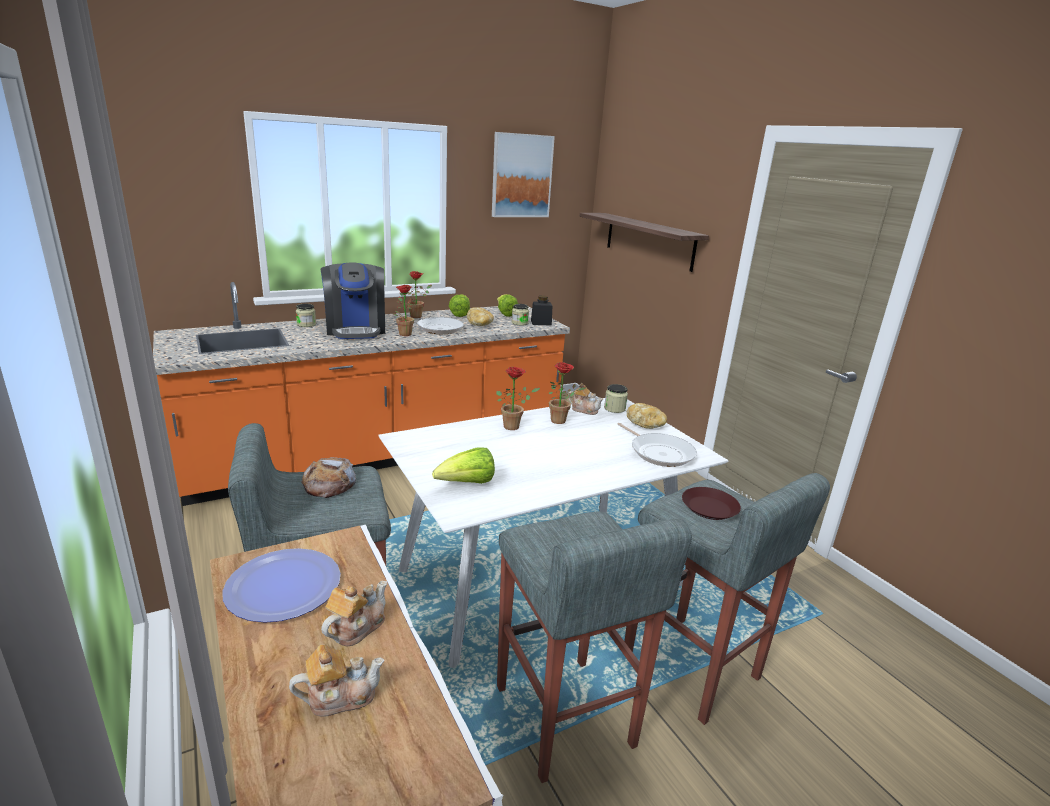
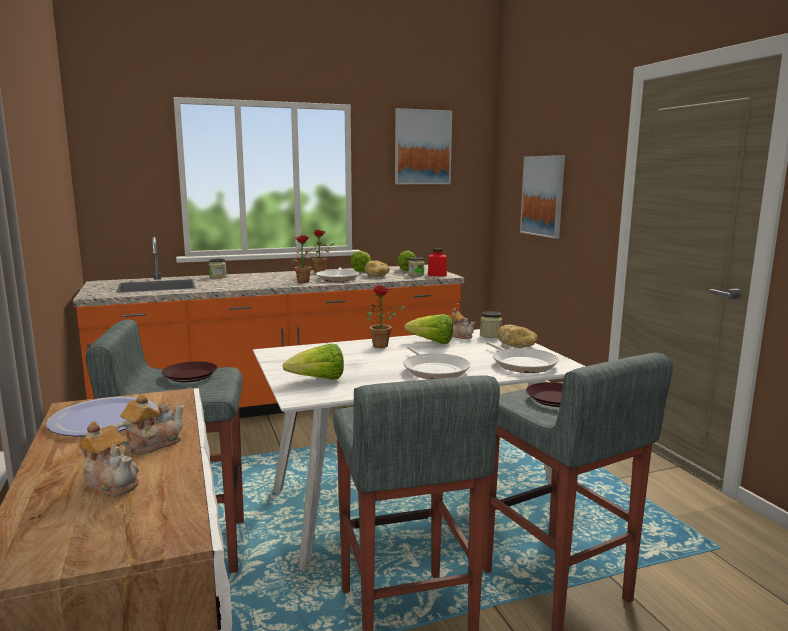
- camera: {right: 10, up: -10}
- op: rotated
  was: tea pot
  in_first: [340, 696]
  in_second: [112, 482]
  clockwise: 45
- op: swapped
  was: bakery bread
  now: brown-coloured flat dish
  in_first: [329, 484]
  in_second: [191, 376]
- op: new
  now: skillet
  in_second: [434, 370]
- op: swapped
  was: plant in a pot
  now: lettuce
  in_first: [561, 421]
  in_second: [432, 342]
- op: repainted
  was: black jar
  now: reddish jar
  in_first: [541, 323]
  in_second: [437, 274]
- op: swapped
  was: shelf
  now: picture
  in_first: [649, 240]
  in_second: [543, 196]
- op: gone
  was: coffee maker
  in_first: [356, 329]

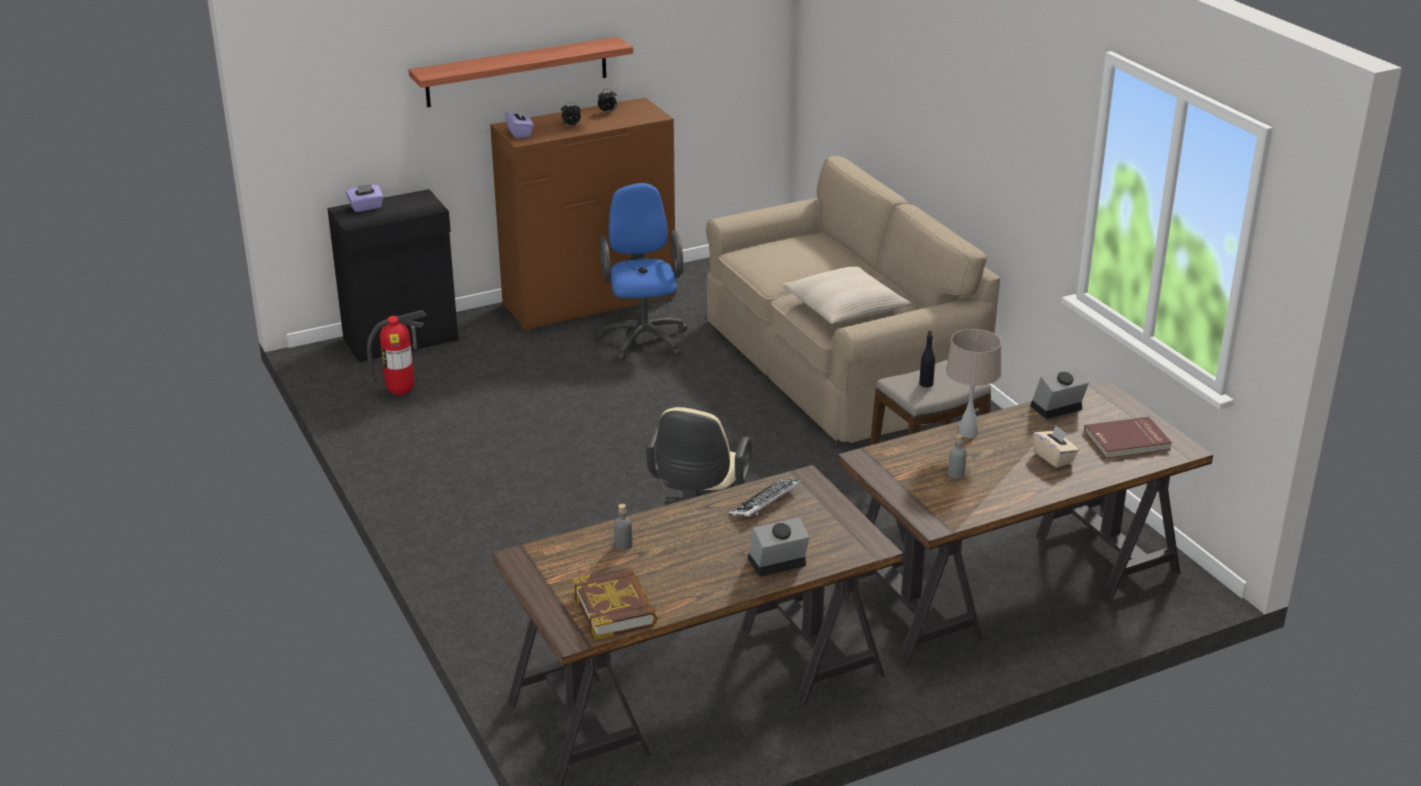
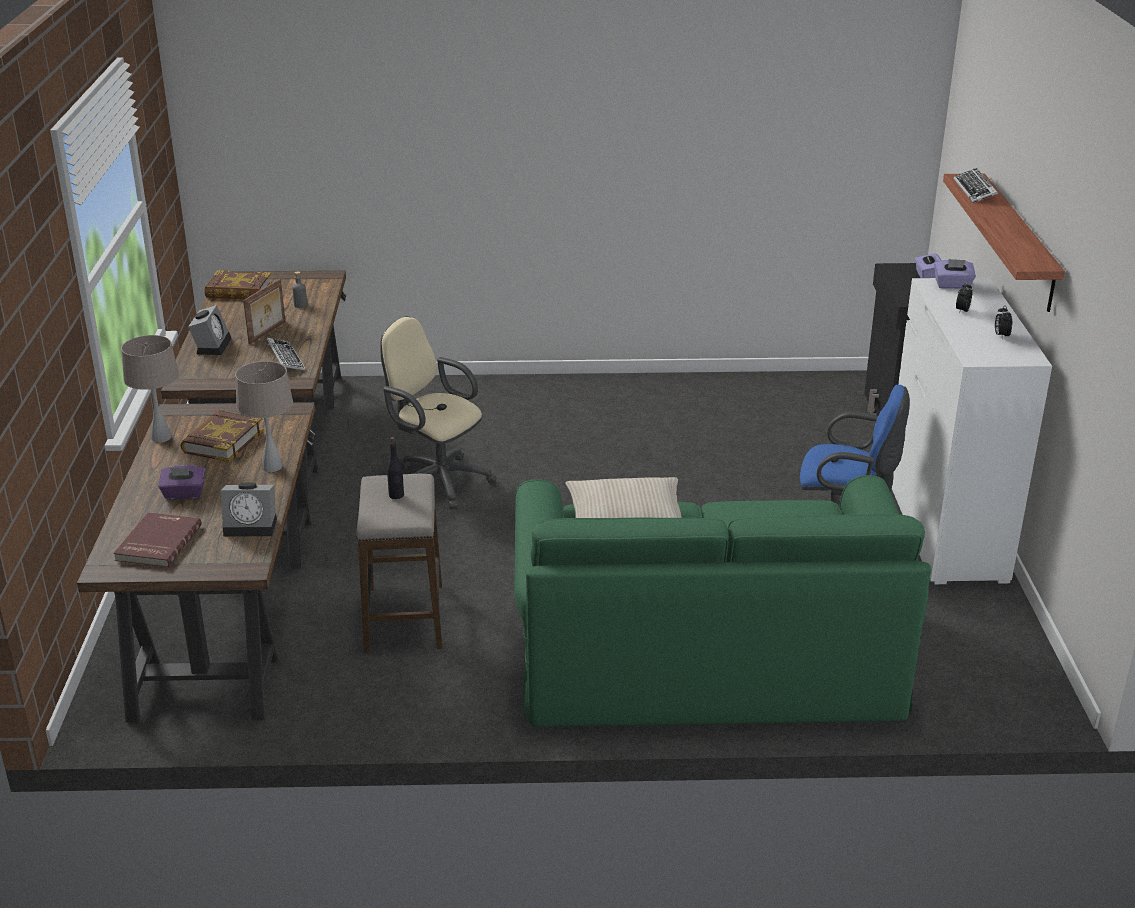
- camera: {right: 115, up: 0}
- op: new
  now: beige-coloured tabletop lamp
  in_second: [161, 437]
- op: repainted
  was: beige-coloured box of tissues
  now: purple-coloured box of tissues
  in_first: [1054, 458]
  in_second: [184, 494]
- op: swapped
  was: grey drink bottle
  now: book
  in_first: [956, 474]
  in_second: [222, 441]
- op: rotated
  was: bedside clock
  in_first: [1056, 409]
  in_second: [252, 526]
  clockwise: 90
- op: new
  now: photo frame
  in_second: [268, 333]
- op: repainted
  was: beige-coloured couch
  now: green-coloured couch
  in_first: [841, 361]
  in_second: [705, 654]
- op: repainted
  was: brown-coloured chest of drawers
  now: whitish chest of drawers
  in_first: [589, 301]
  in_second: [944, 528]
- op: new
  now: computer keyboard
  in_second: [975, 190]
- op: gone
  was: extinguisher
  in_first: [401, 392]

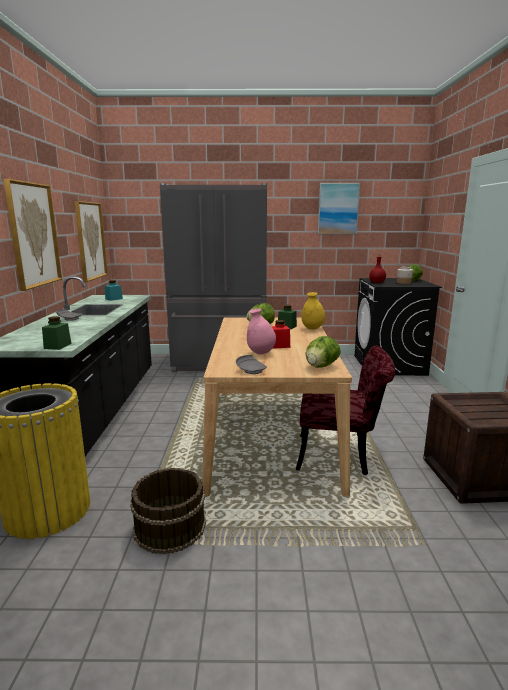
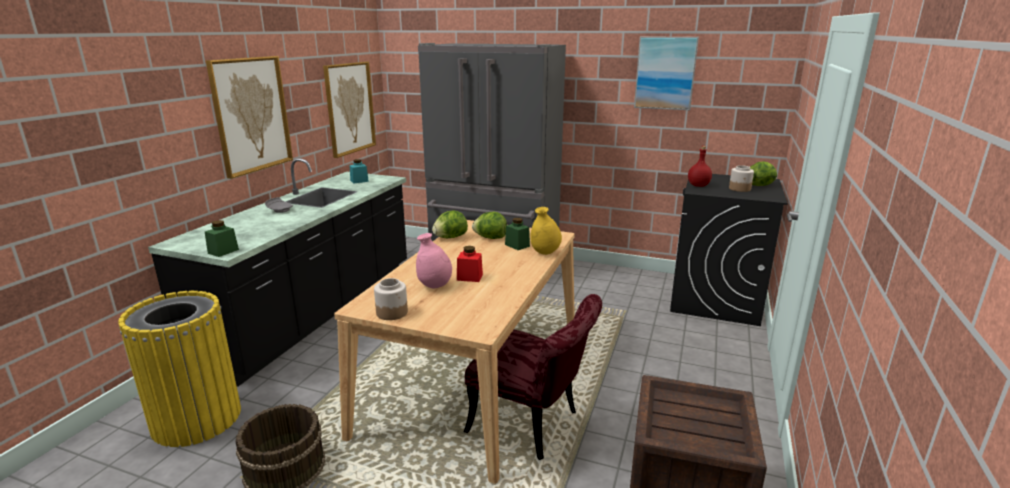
- camera: {right: 20, up: 5}
- op: swapped
  was: grey flat dish
  now: jar
  in_first: [251, 370]
  in_second: [392, 312]
- op: shifted
  was: lettuce
  in_first: [321, 366]
  in_second: [450, 237]

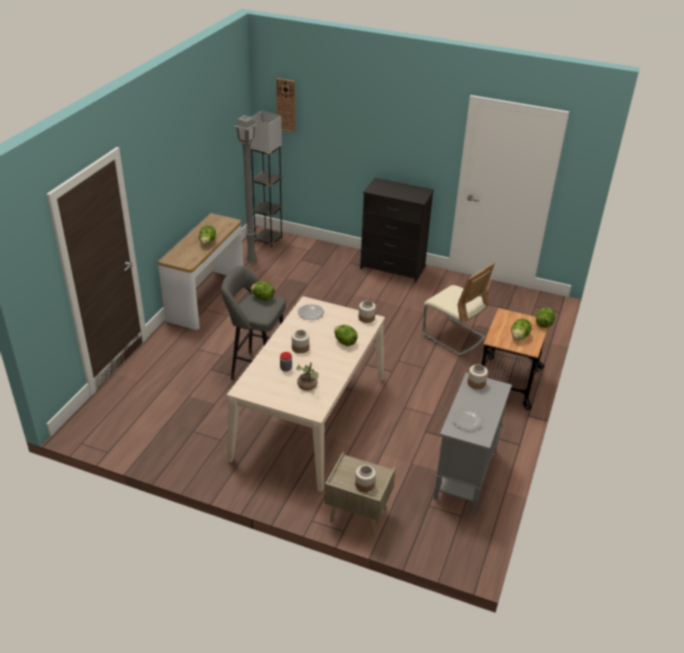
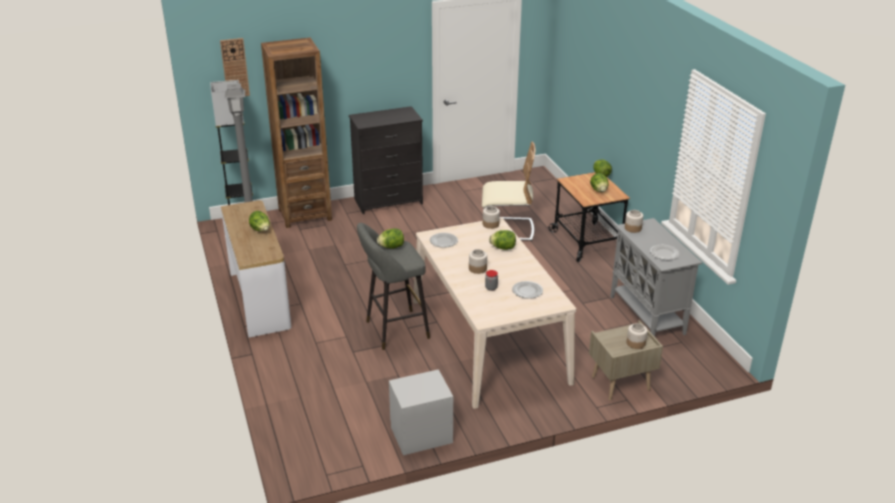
- camera: {right: -40, up: -5}
- op: new
  now: brown-coloured bookshelf
  in_second: [305, 215]
- op: new
  now: grey bedside table
  in_second: [421, 435]
- op: swapped
  was: plant in a pot
  now: flat dish
  in_first: [308, 386]
  in_second: [527, 291]

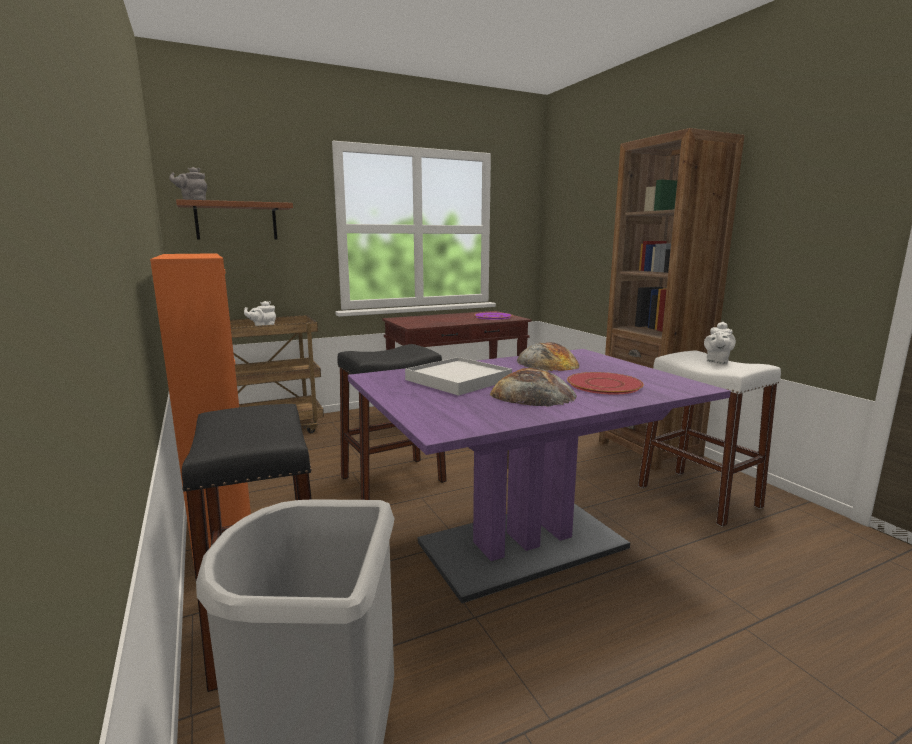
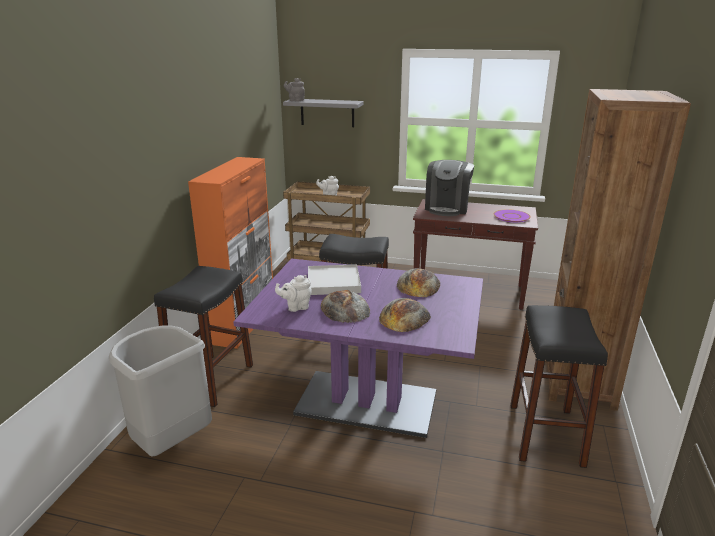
- camera: {right: 40, up: 10}
- op: shifted
  was: whitish tea pot
  in_first: [717, 361]
  in_second: [296, 307]
- op: repainted
  was: brown-coloured shelf
  now: grey shelf
  in_first: [236, 221]
  in_second: [327, 113]
- op: swapped
  was: reddish flat dish
  now: bakery bread
  in_first: [604, 384]
  in_second: [404, 317]
- op: new
  now: coffee maker
  in_second: [447, 208]
- op: repainted
  was: whitish stool
  now: black stool
  in_first: [698, 496]
  in_second: [545, 434]

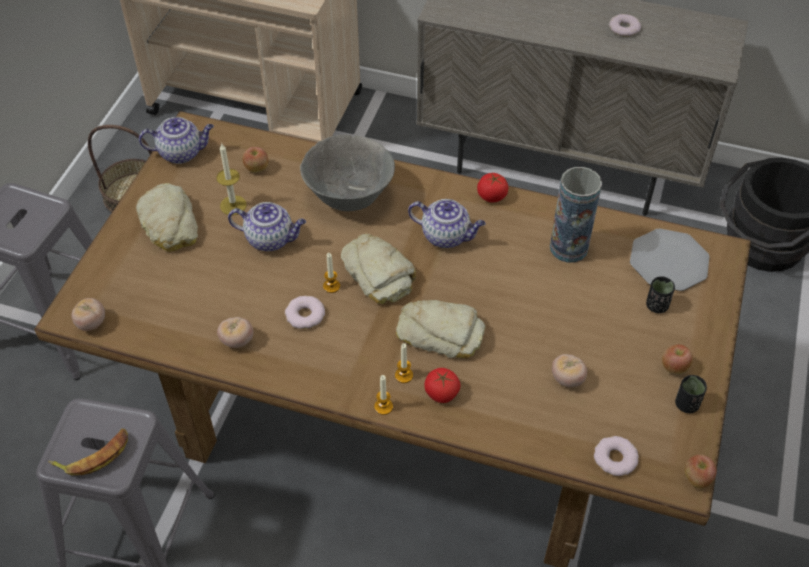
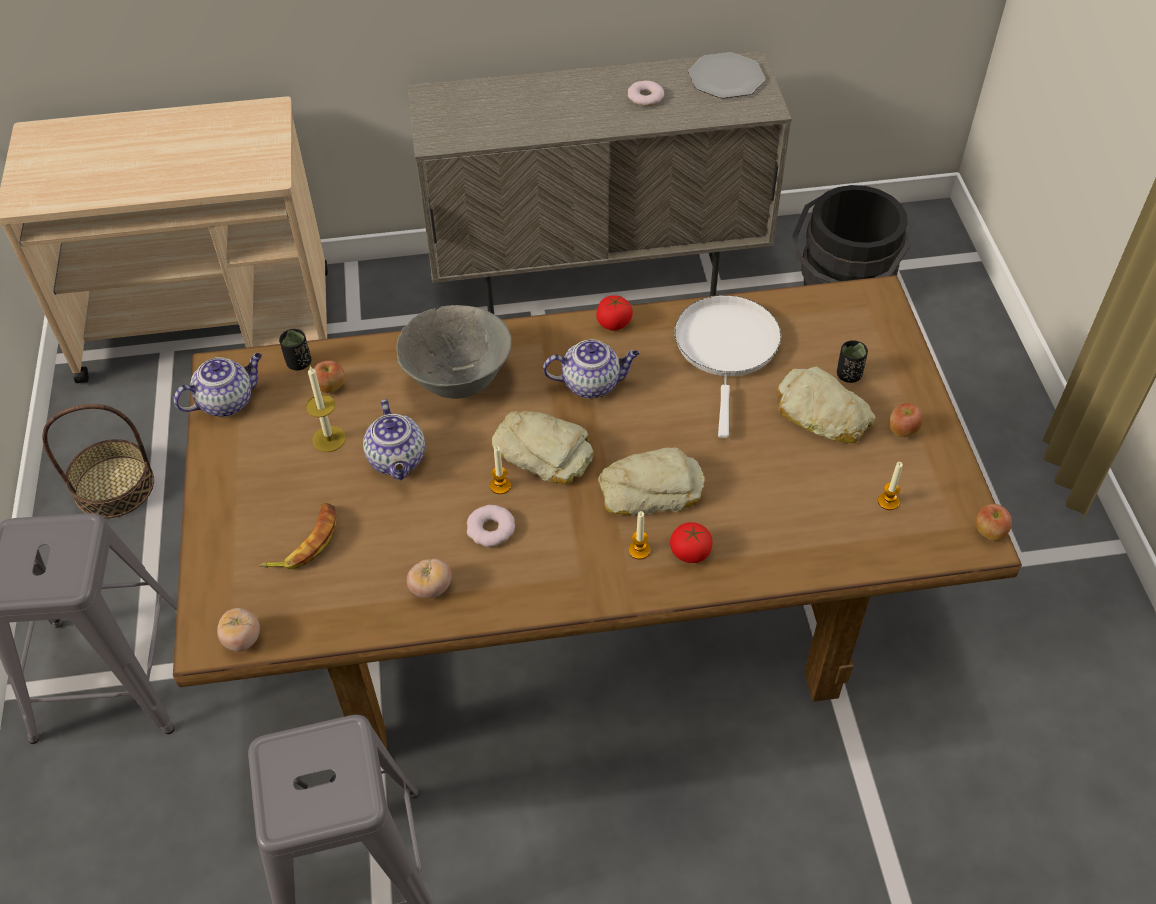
- camera: {right: -25, up: 0}
- op: shifted
  was: banana
  in_first: [94, 455]
  in_second: [305, 542]
- op: shifted
  was: black drinking cup
  in_first: [686, 404]
  in_second: [299, 363]
- op: rotated
  was: tea pot
  in_first: [271, 239]
  in_second: [398, 460]
  clockwise: 90
- op: swapped
  was: flower vase
  now: whitish skillet
  in_first: [568, 248]
  in_second: [726, 348]
- op: shifted
  was: flat dish
  in_first: [668, 261]
  in_second: [726, 78]
- op: shifted
  was: bakery bread
  in_first: [169, 224]
  in_second: [822, 414]
- op: shifted
  was: wax light
  in_first: [383, 407]
  in_second: [888, 501]
- op: gone
  was: fresh tomato
  in_first: [567, 379]
- op: gone
  was: donut
  in_first: [615, 458]

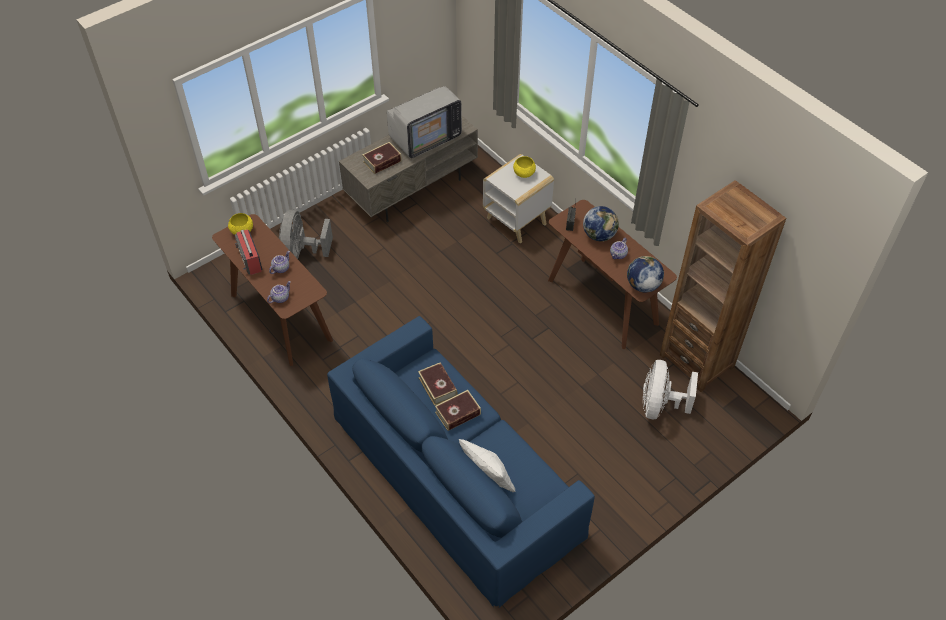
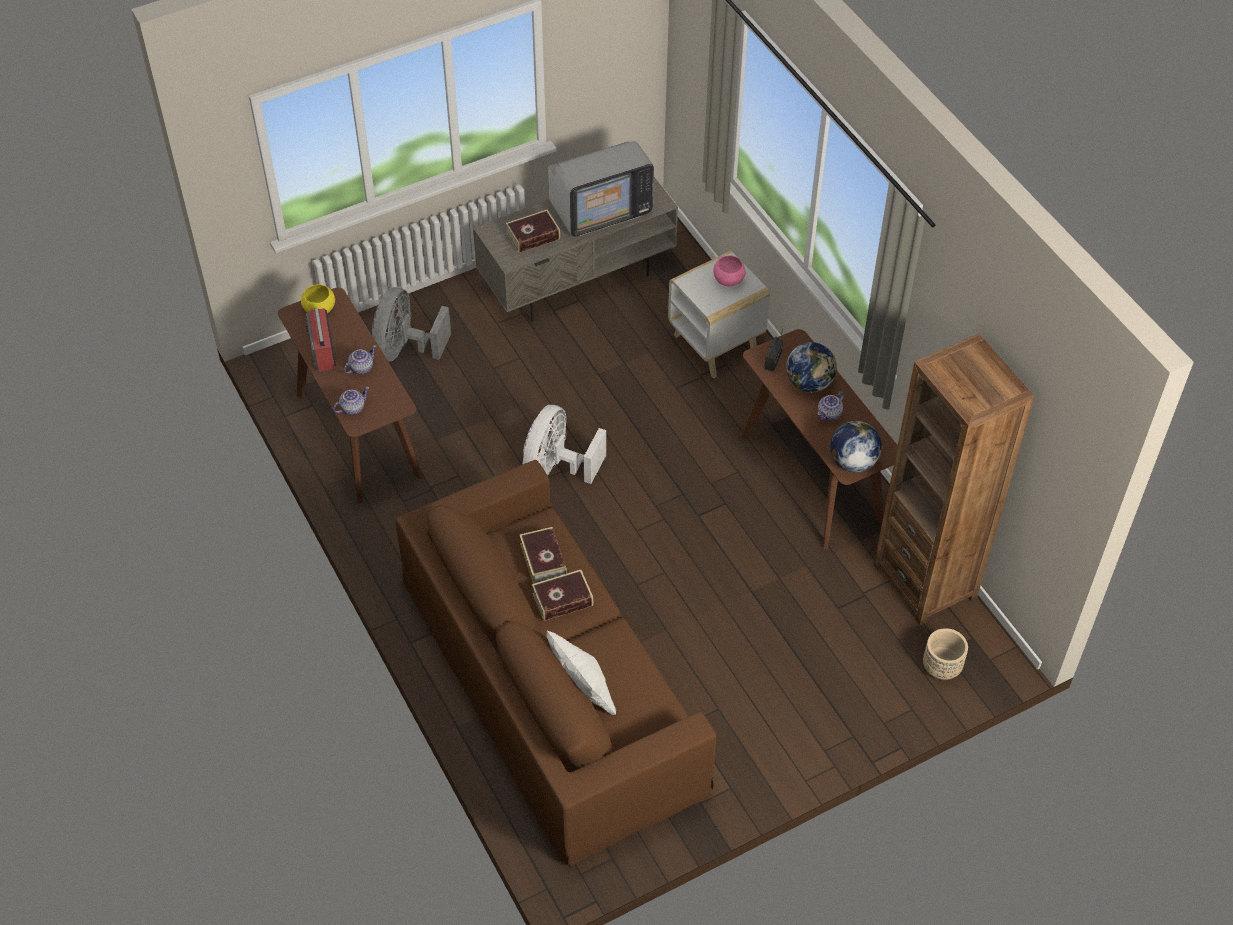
- camera: {right: 10, up: 0}
- op: repainted
  was: blue-coloured couch
  now: brown-coloured couch
  in_first: [456, 473]
  in_second: [551, 682]
- op: shifted
  was: whitish electric fan
  in_first: [660, 405]
  in_second: [556, 468]
- op: repainted
  was: yellow-coloured serving bowl
  now: pink-coloured serving bowl
  in_first: [523, 173]
  in_second: [728, 280]
- op: new
  now: beige-coloured flower pot
  in_second: [941, 668]

